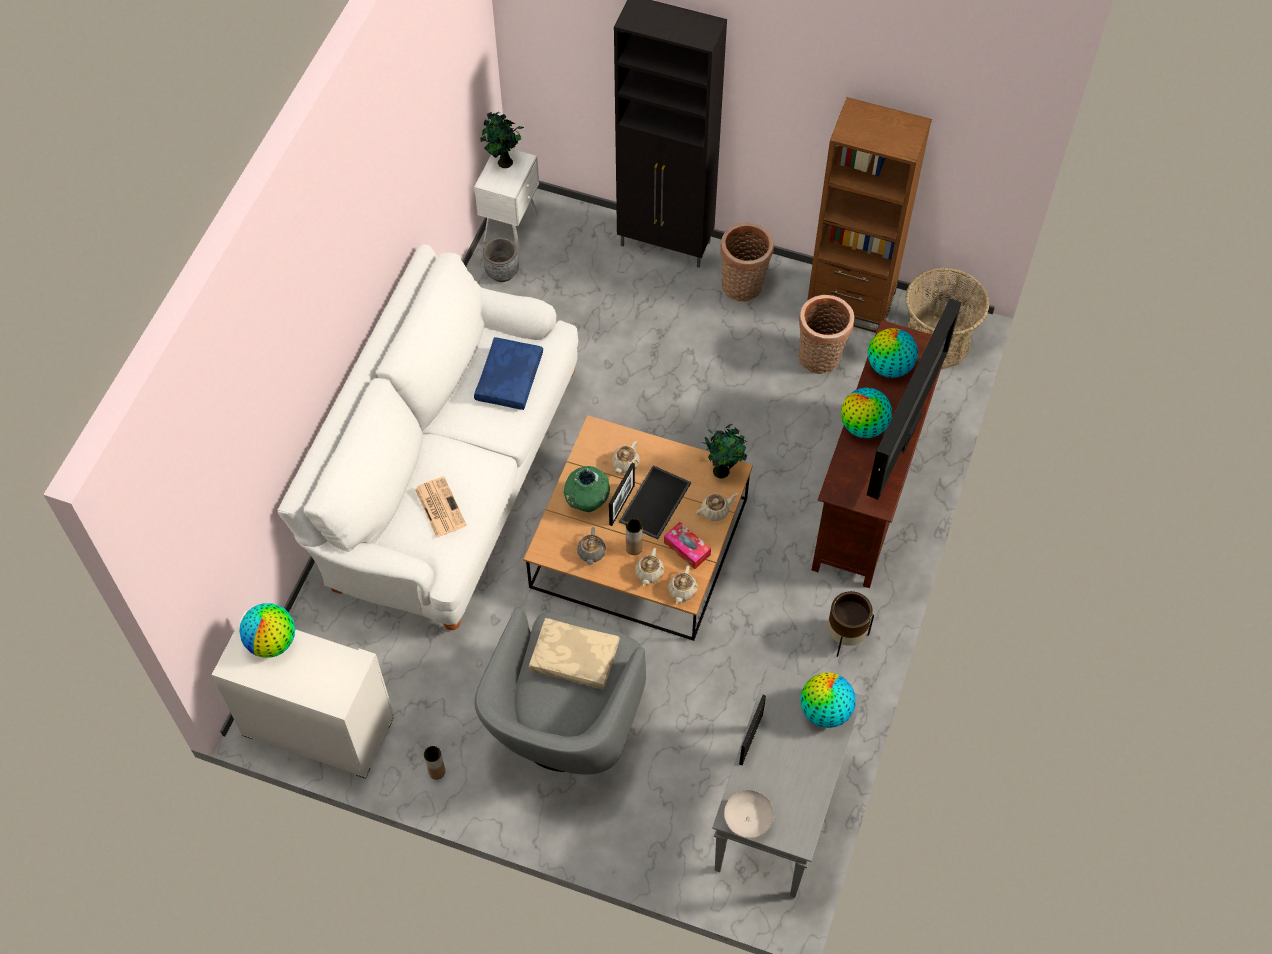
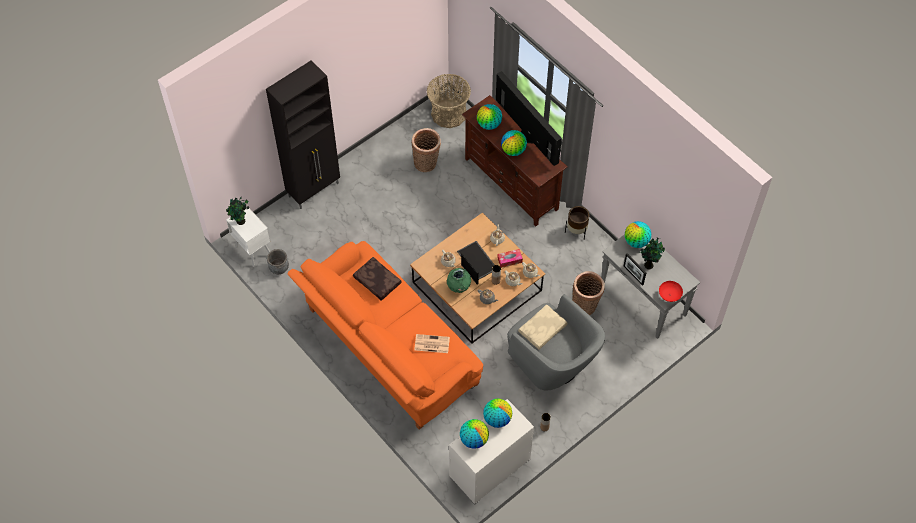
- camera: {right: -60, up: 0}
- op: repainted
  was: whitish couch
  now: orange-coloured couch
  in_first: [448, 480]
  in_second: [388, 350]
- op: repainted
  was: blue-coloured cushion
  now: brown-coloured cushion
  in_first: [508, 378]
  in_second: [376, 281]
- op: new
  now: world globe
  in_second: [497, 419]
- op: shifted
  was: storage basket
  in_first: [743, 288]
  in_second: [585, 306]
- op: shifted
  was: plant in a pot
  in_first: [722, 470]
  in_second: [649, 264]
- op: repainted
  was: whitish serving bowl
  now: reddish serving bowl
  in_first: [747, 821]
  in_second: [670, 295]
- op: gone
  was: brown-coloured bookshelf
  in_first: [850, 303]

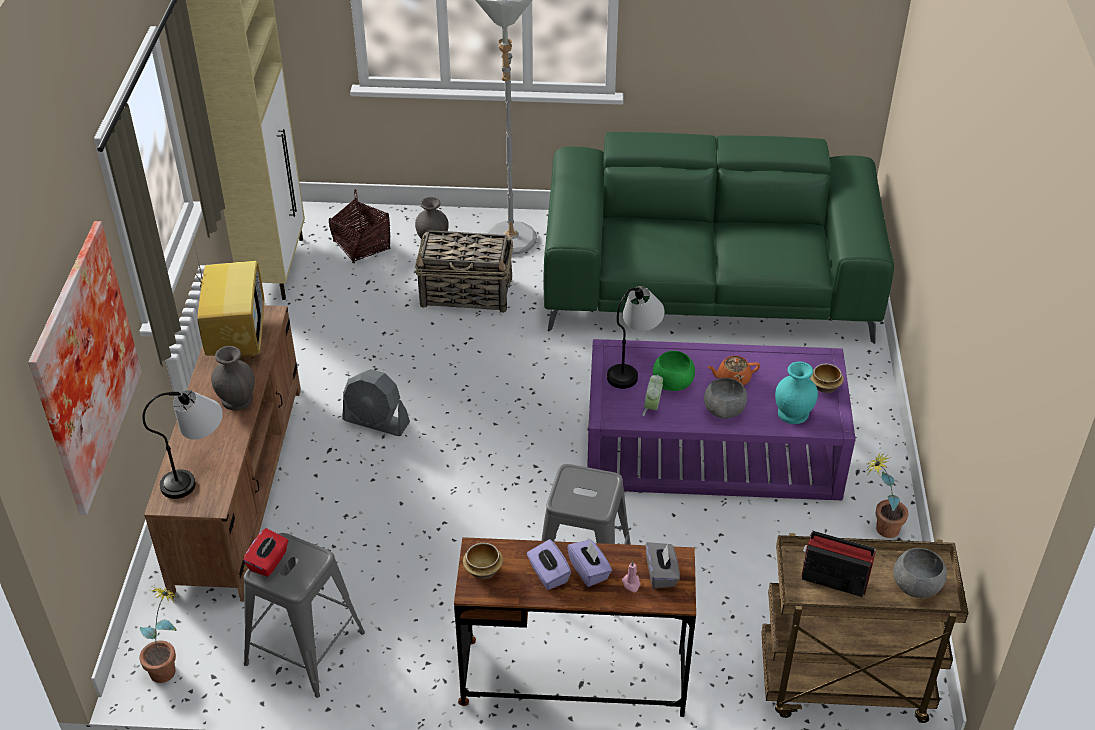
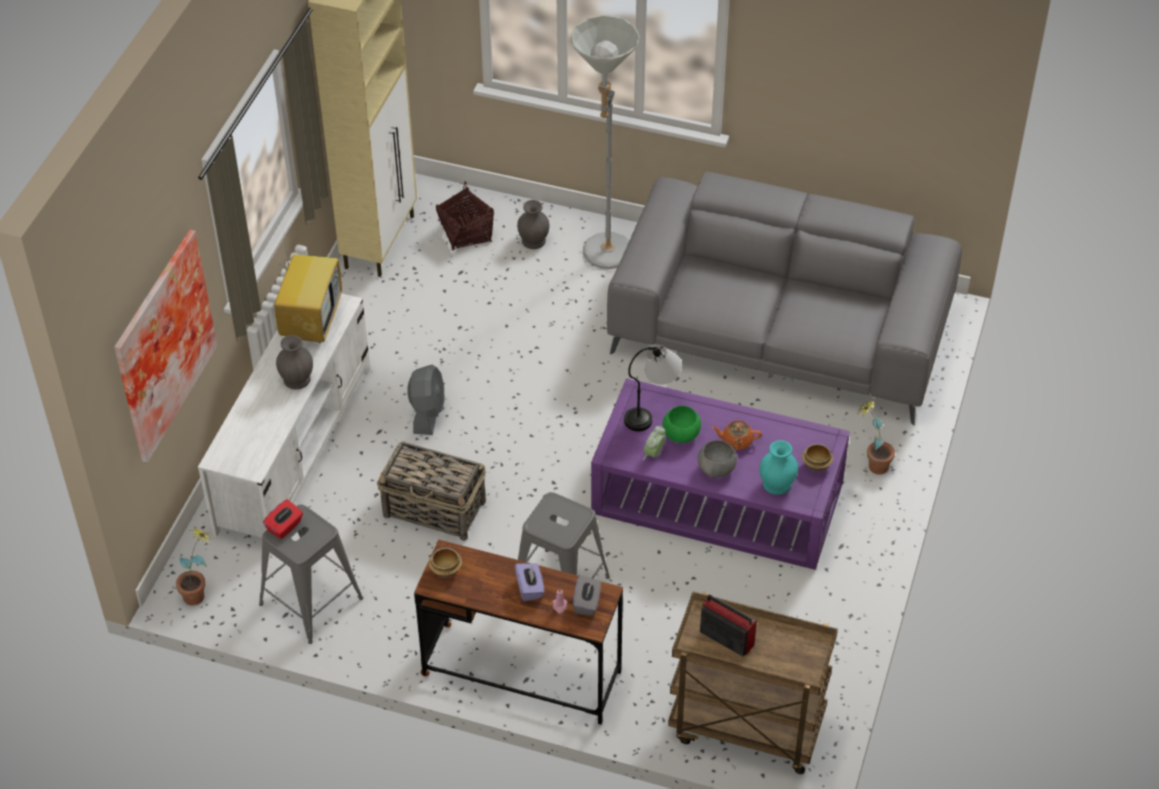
- camera: {right: 15, up: 5}
- op: repainted
  was: brown-coloured media console
  now: whitish media console
  in_first: [239, 485]
  in_second: [294, 449]
- op: shifted
  was: storage basket
  in_first: [467, 293]
  in_second: [435, 509]
- op: rotated
  was: grey electric fan
  in_first: [376, 421]
  in_second: [427, 413]
  clockwise: -120
- op: repainted
  was: green-coloured couch
  now: grey couch
  in_first: [709, 282]
  in_second: [781, 332]
- op: shifted
  was: plant in a pot
  in_first: [880, 527]
  in_second: [872, 464]
- op: gone
  was: tabletop lamp
  in_first: [198, 473]
- op: gone
  was: purple-coloured box of tissues
  in_first: [548, 574]
- op: gone
  was: grey serving bowl
  in_first: [915, 585]

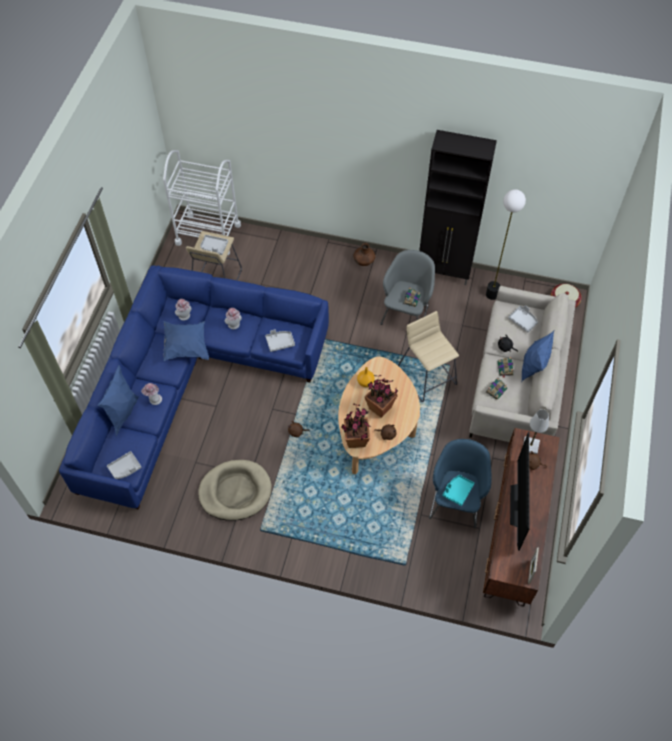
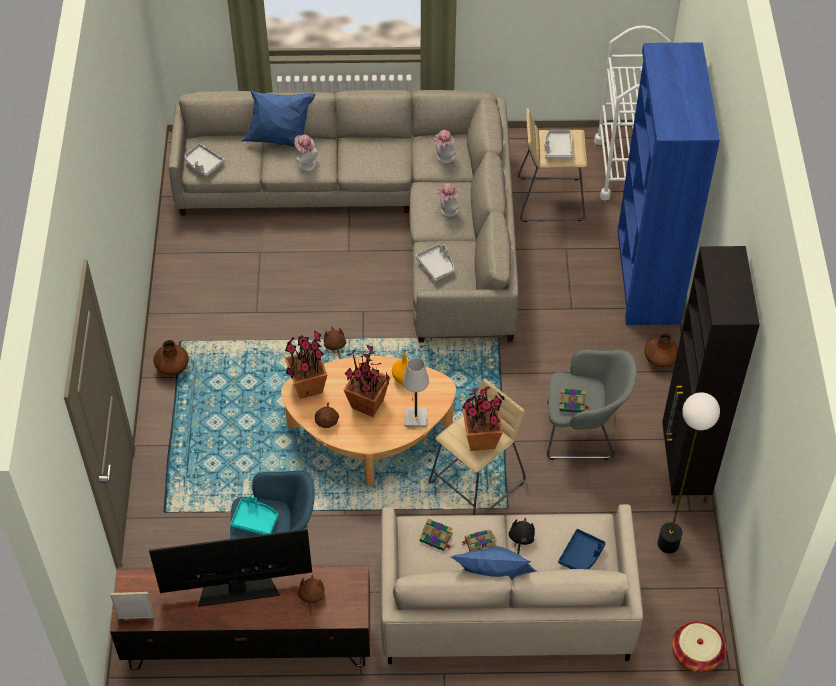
- camera: {right: 75, up: -5}
- op: new
  now: brown-coloured flower vase
  in_second: [172, 368]
- op: repainted
  was: blue-coloured couch
  now: grey couch
  in_first: [189, 379]
  in_second: [380, 213]
- op: shifted
  was: whitish tabletop lamp
  in_first: [530, 445]
  in_second: [415, 418]
- op: new
  now: plant in a pot
  in_second: [481, 439]
- op: repainted
  was: grey carrying tray
  now: blue-coloured carrying tray
  in_first: [523, 321]
  in_second: [581, 555]
- op: new
  now: blue-coloured bookshelf
  in_second: [647, 277]
- op: gone
  was: blue-coloured cushion
  in_first: [186, 346]
- op: gone
  was: beige-coloured dog cushion
  in_first: [235, 491]

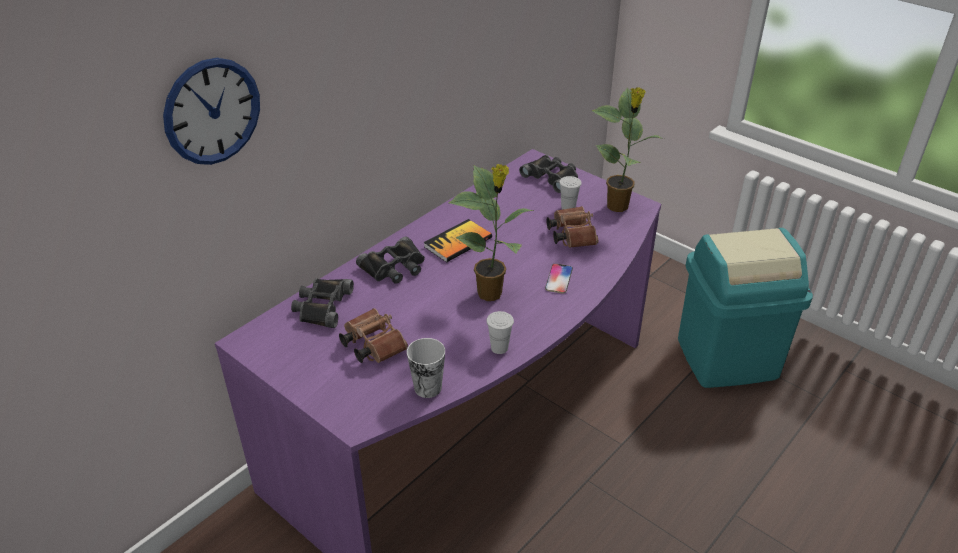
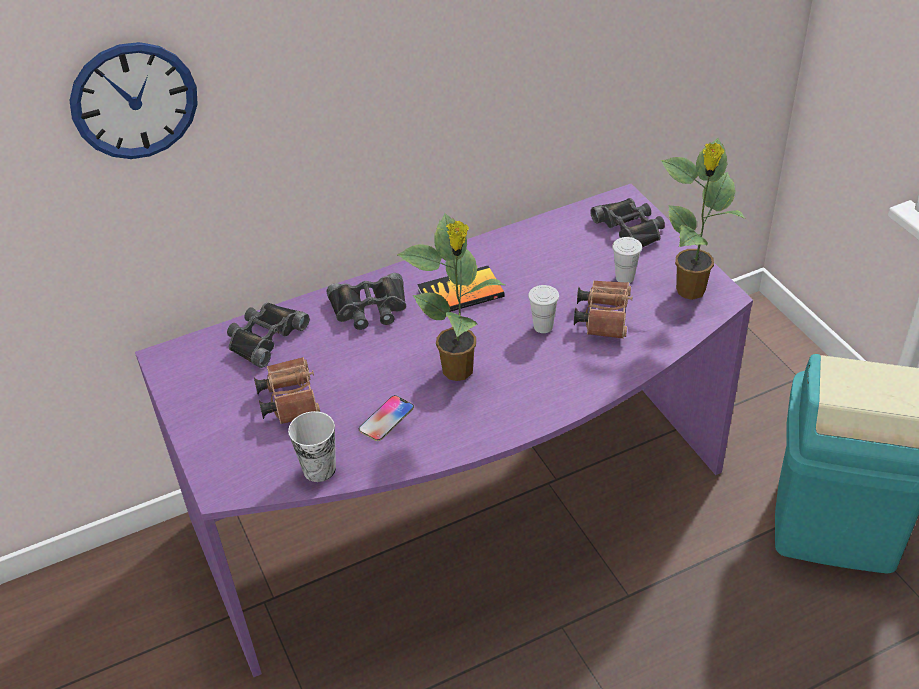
- camera: {right: 25, up: 5}
- op: shifted
  was: telephone
  in_first: [559, 279]
  in_second: [386, 419]
- op: shifted
  was: whitish drinking cup
  in_first: [499, 348]
  in_second: [543, 326]

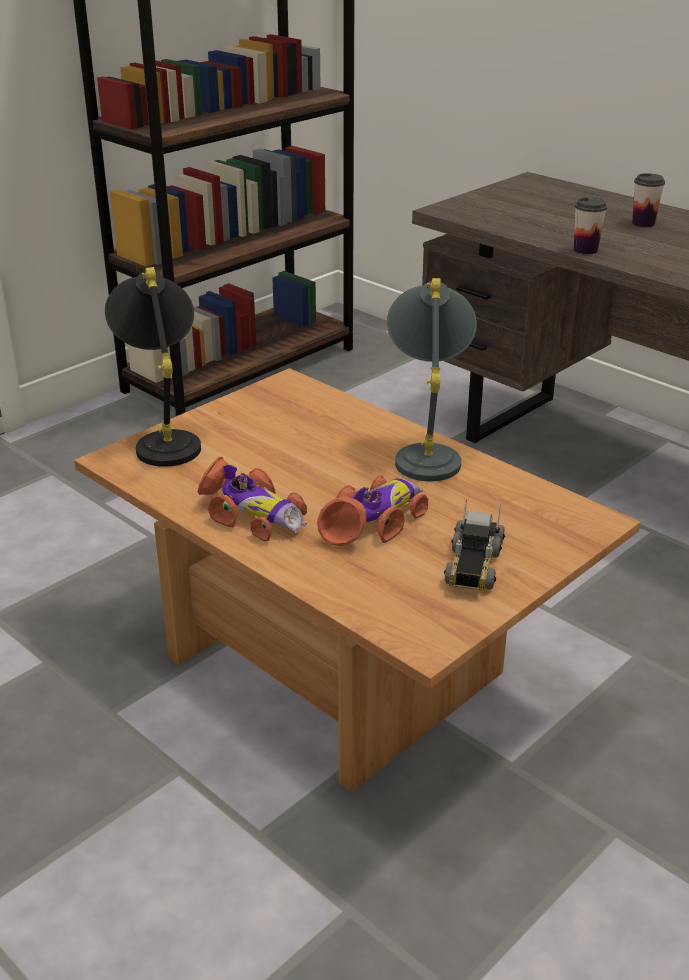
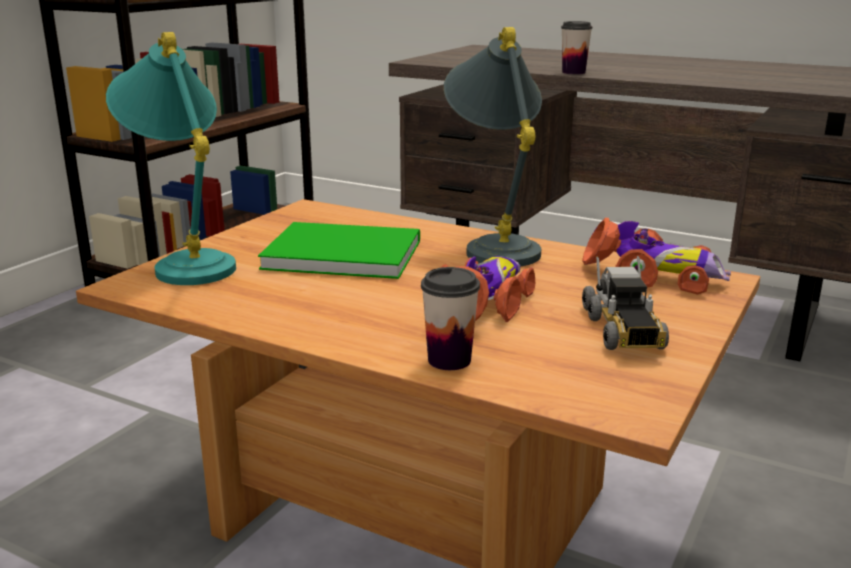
- camera: {right: -15, up: -10}
- op: repainted
  was: black tabletop lamp
  now: turquoise tabletop lamp
  in_first: [165, 439]
  in_second: [187, 262]
- op: new
  now: green-coloured book
  in_second: [339, 253]
- op: shifted
  was: drinking cup
  in_first: [643, 223]
  in_second: [449, 360]
- op: shifted
  was: miniature car
  in_first: [251, 514]
  in_second: [652, 276]

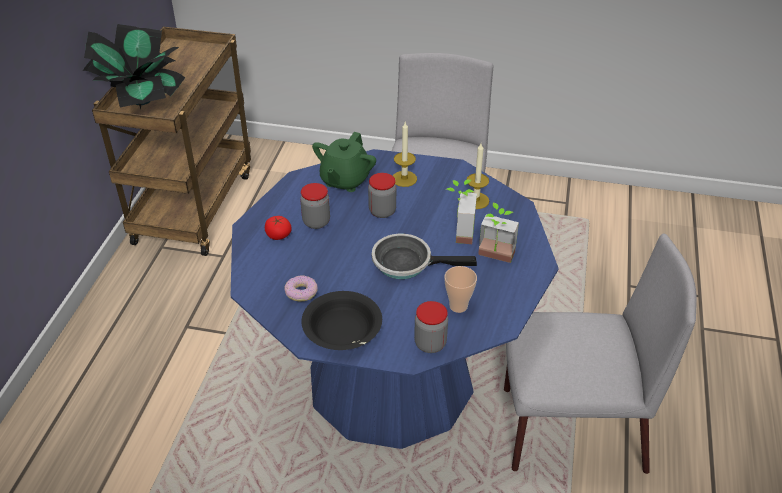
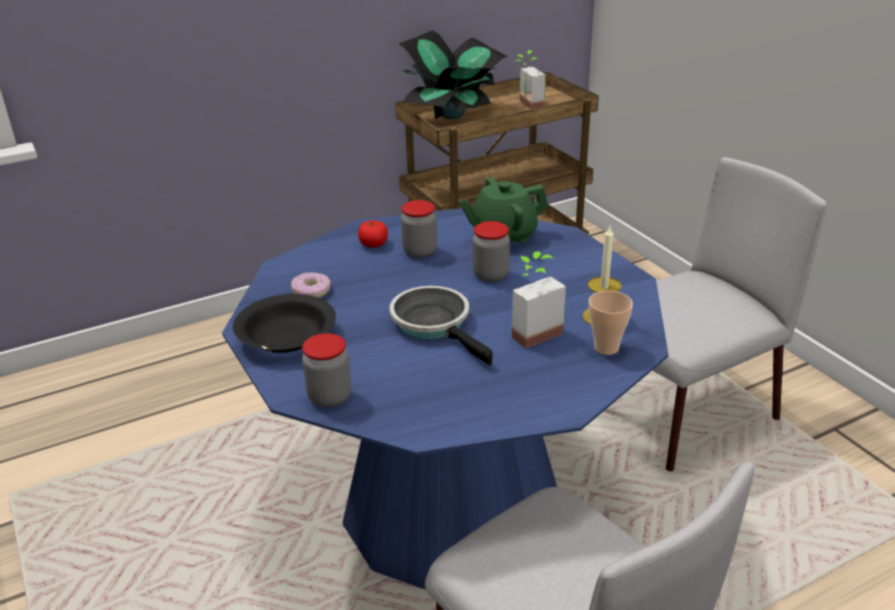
- camera: {right: 50, up: -10}
- op: shifted
  was: plant in a pot
  in_first: [494, 258]
  in_second: [526, 105]
- op: shifted
  was: drinking cup
  in_first: [458, 306]
  in_second: [606, 348]
- op: gone
  was: wax light
  in_first: [404, 179]

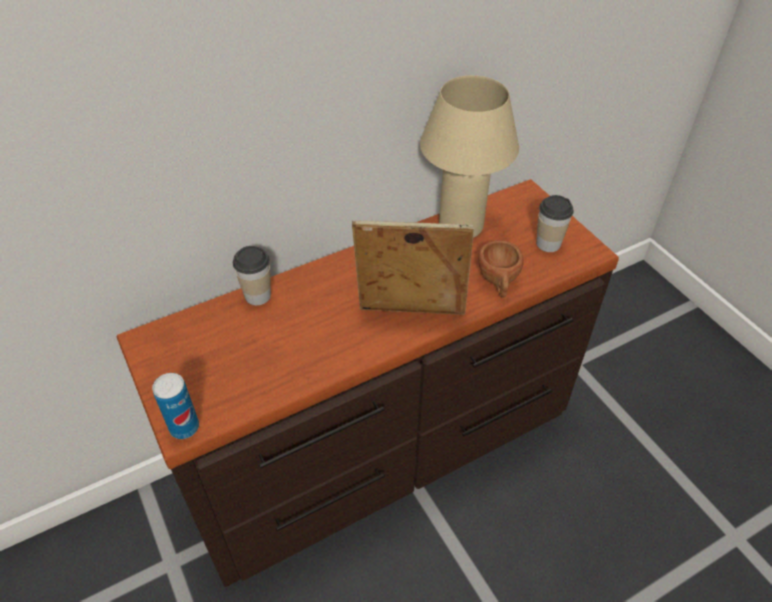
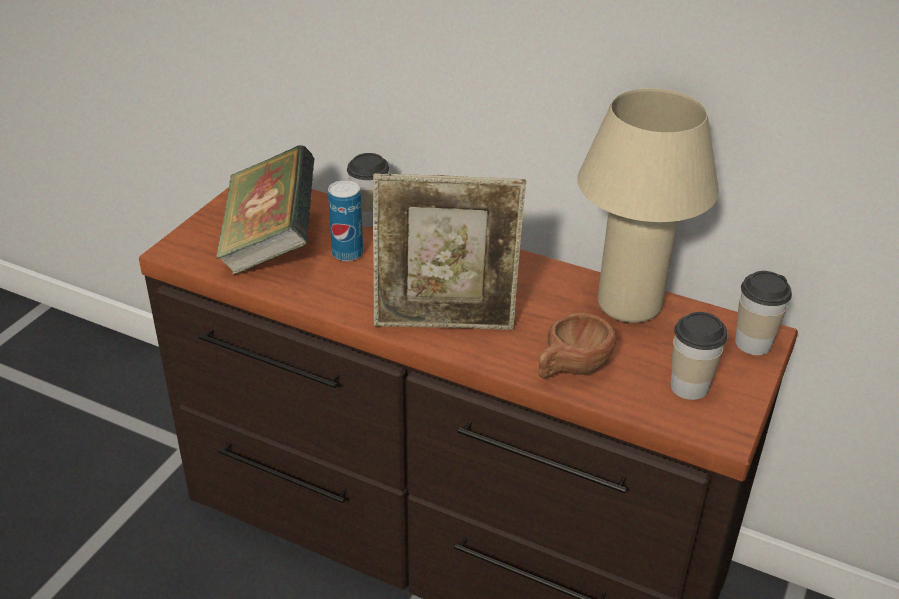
- camera: {right: 55, up: -10}
- op: new
  now: book
  in_second: [270, 243]
- op: shifted
  was: sealed can
  in_first: [184, 427]
  in_second: [347, 253]
- op: rotated
  was: photo frame
  in_first: [410, 314]
  in_second: [445, 323]
  clockwise: 120
- op: new
  now: drinking cup
  in_second: [752, 343]

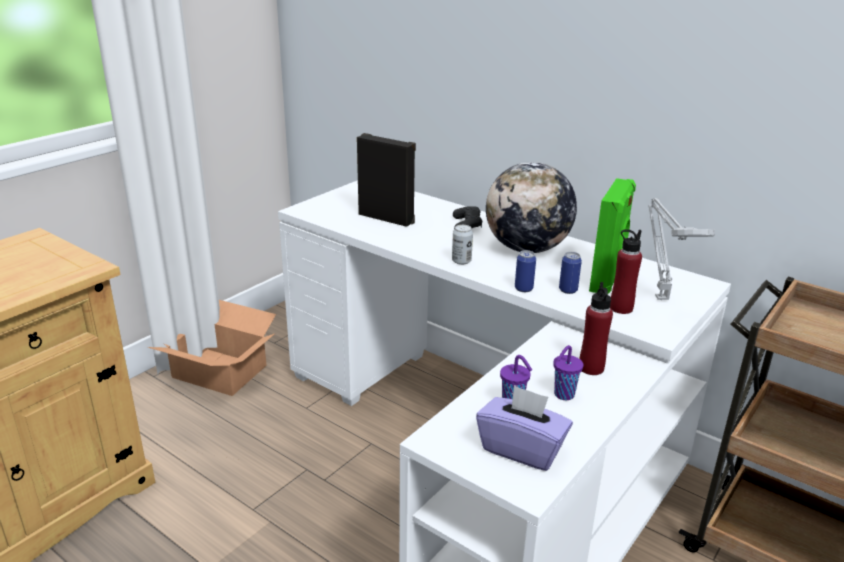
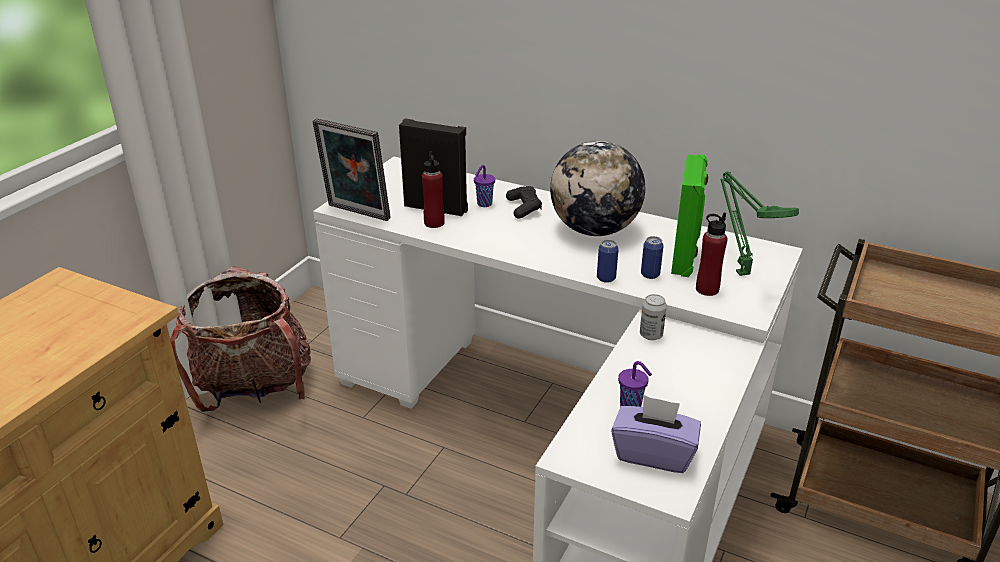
- camera: {right: -10, up: 5}
- op: swapped
  was: cardboard box
  now: knapsack
  in_first: [219, 372]
  in_second: [254, 389]
- op: new
  now: photo frame
  in_second: [356, 214]
- op: shifted
  was: reddish drink bottle
  in_first: [591, 368]
  in_second: [434, 223]
- op: shifted
  was: purple-coloured drinking cup
  in_first: [563, 395]
  in_second: [484, 204]
- op: shifted
  was: sealed can
  in_first: [461, 261]
  in_second: [651, 335]
- op: repainted
  was: grey tabletop lamp
  now: green-coloured tabletop lamp
  in_first: [660, 297]
  in_second: [740, 272]

